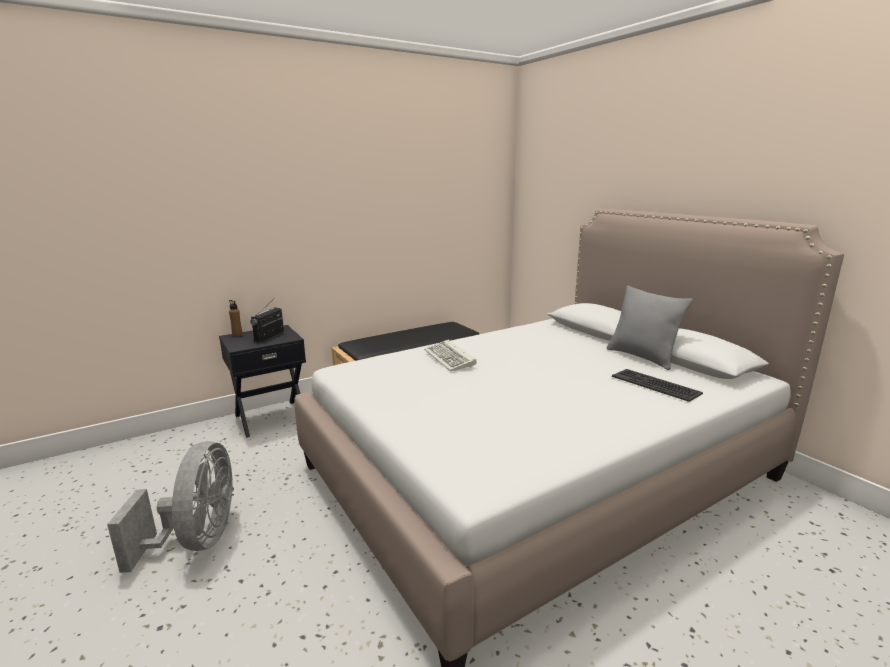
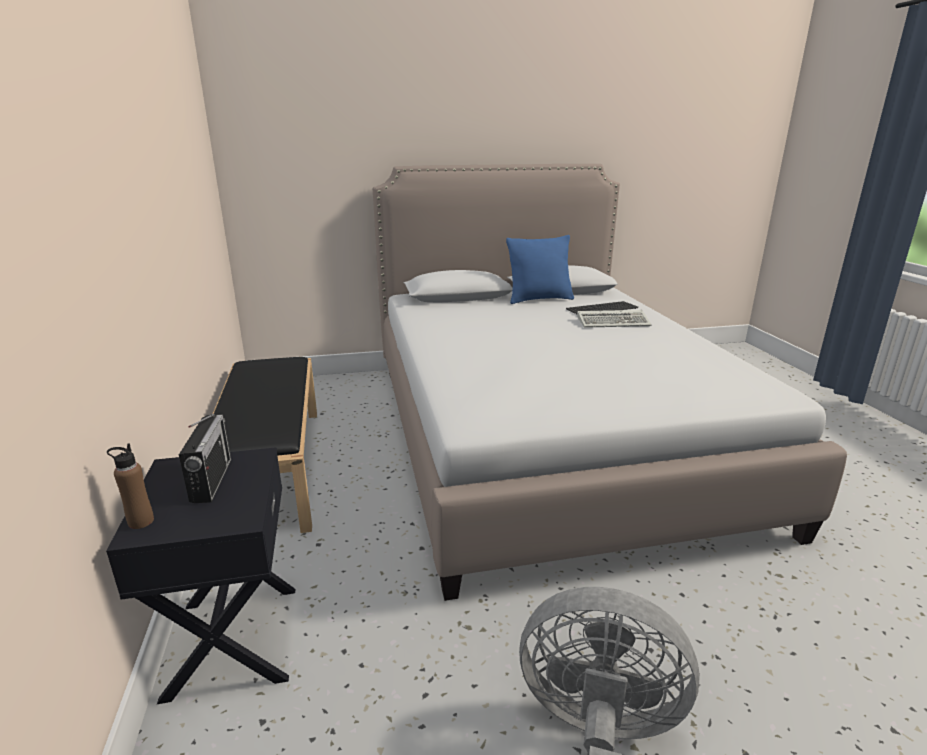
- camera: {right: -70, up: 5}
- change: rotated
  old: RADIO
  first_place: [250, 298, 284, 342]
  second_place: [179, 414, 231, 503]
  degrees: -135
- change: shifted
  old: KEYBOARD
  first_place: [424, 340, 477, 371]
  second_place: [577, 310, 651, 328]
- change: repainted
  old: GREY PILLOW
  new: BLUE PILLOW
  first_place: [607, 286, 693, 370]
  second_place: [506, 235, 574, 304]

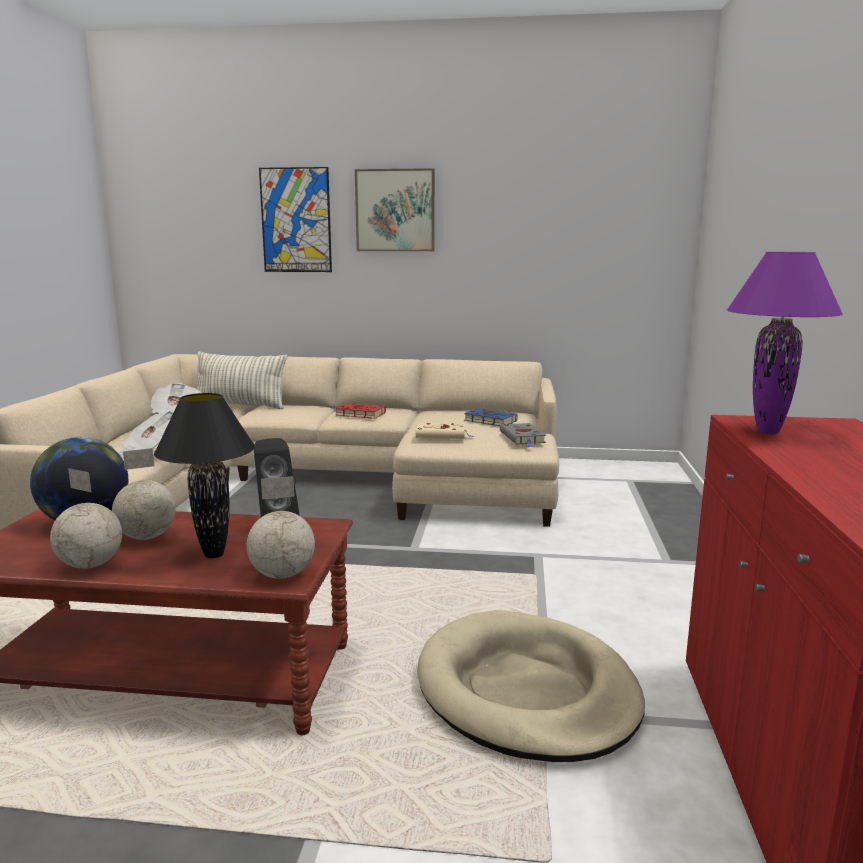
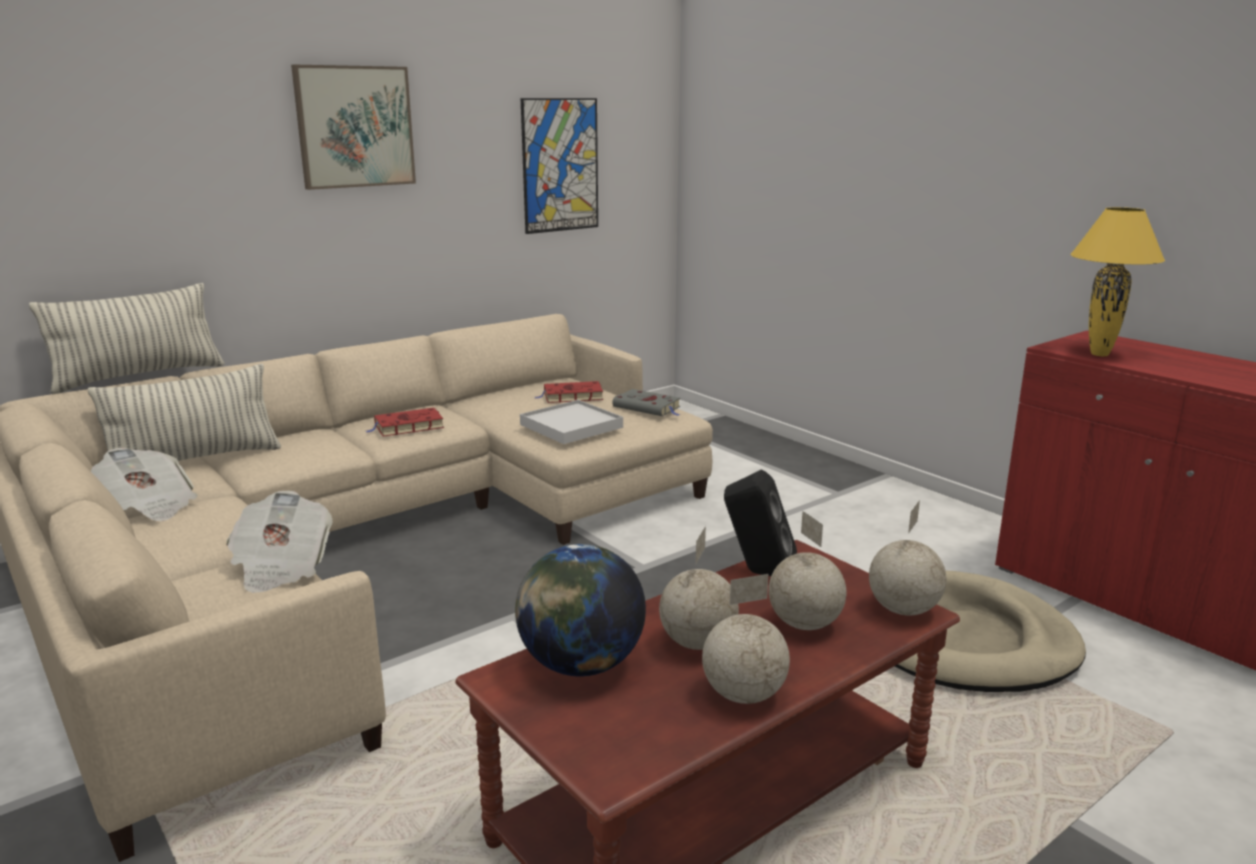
- camera: {right: -45, up: 5}
- change: swapped
  old: BLACK TABLE LAMP
  new: GLOBE
  first_place: [154, 393, 255, 558]
  second_place: [769, 511, 846, 630]
- change: shifted
  old: PICTURE
  first_place: [259, 167, 332, 272]
  second_place: [521, 98, 598, 234]
- change: swapped
  old: BEIGE BOOK
  new: WHITE TRAY
  first_place: [415, 423, 474, 439]
  second_place: [520, 400, 623, 444]
- change: repainted
  old: BLUE BOOK
  new: RED BOOK
  first_place: [464, 408, 518, 426]
  second_place: [534, 381, 603, 403]
- change: repainted
  old: PURPLE TABLE LAMP
  new: YELLOW TABLE LAMP
  first_place: [727, 252, 843, 434]
  second_place: [1070, 207, 1165, 356]
- change: new
  new: PILLOW
  second_place: [29, 283, 225, 394]

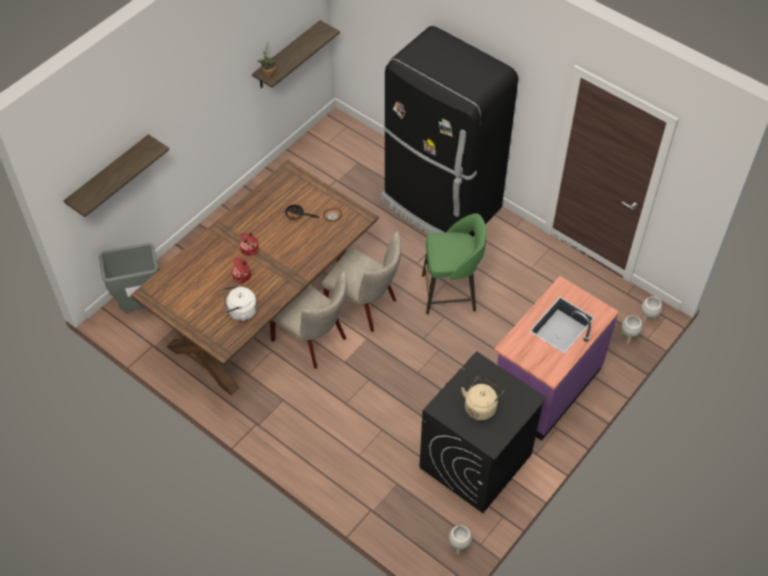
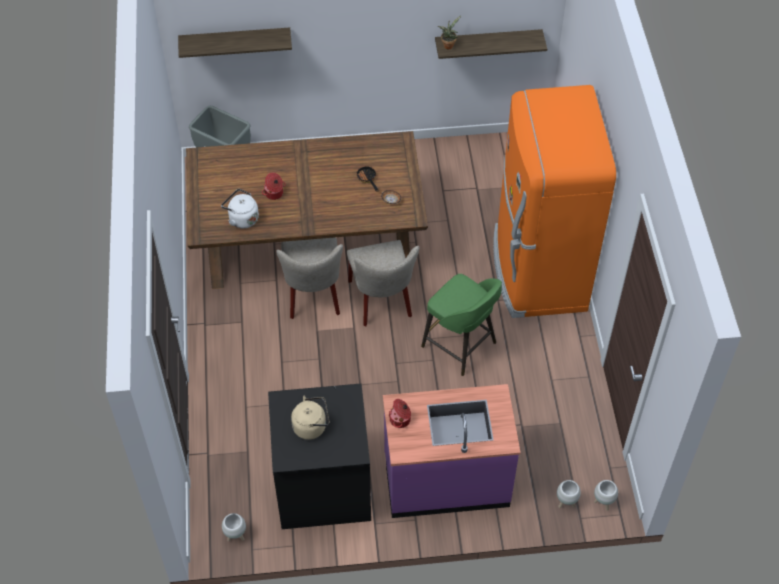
- camera: {right: 45, up: 0}
- change: shifted
  old: COOKING POT
  first_place: [240, 233, 259, 256]
  second_place: [389, 399, 411, 428]
- change: repainted
  old: BLACK FRIDGE
  new: ORANGE FRIDGE
  first_place: [381, 26, 518, 237]
  second_place: [493, 85, 616, 318]

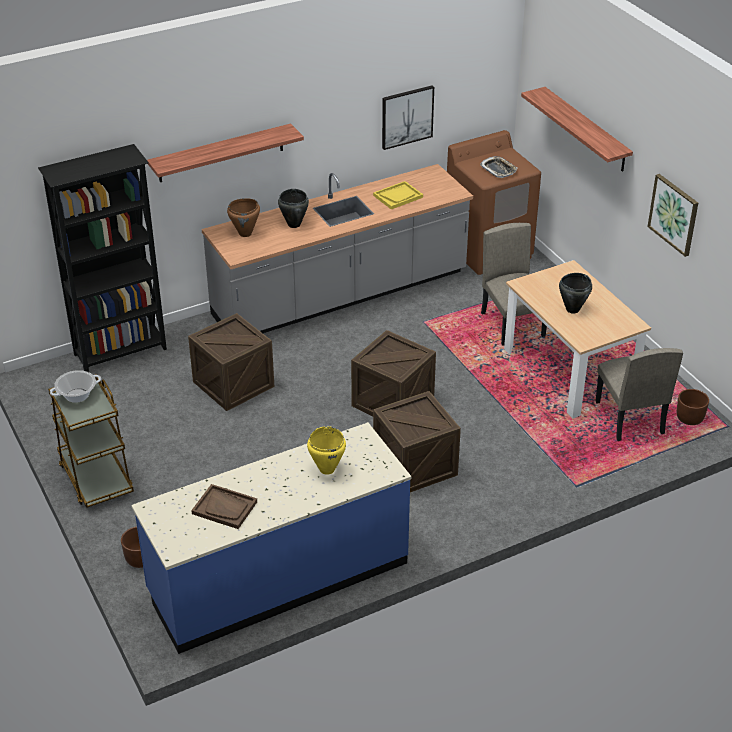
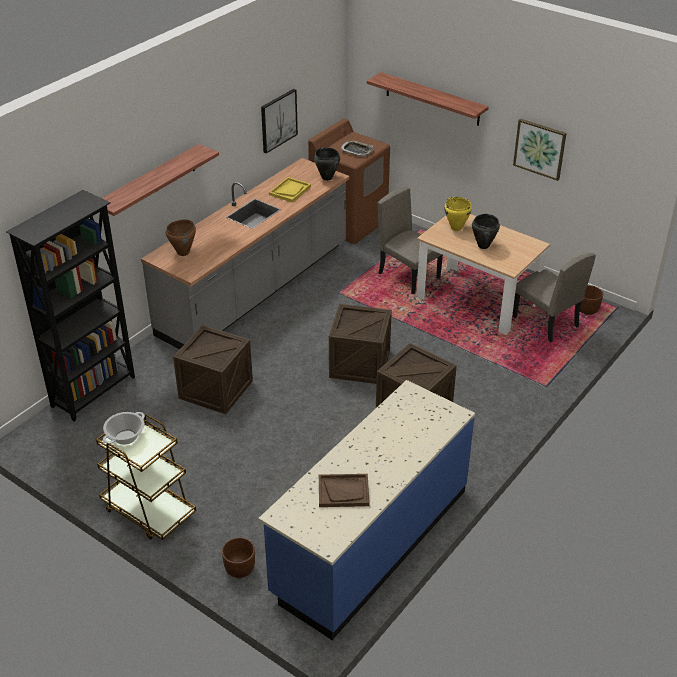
- camera: {right: -25, up: 0}
- change: shifted
  old: BLACK COOKING POT
  first_place: [278, 189, 309, 228]
  second_place: [314, 147, 340, 181]
- change: shifted
  old: YELLOW COOKING POT
  first_place: [307, 426, 346, 475]
  second_place: [444, 197, 472, 231]

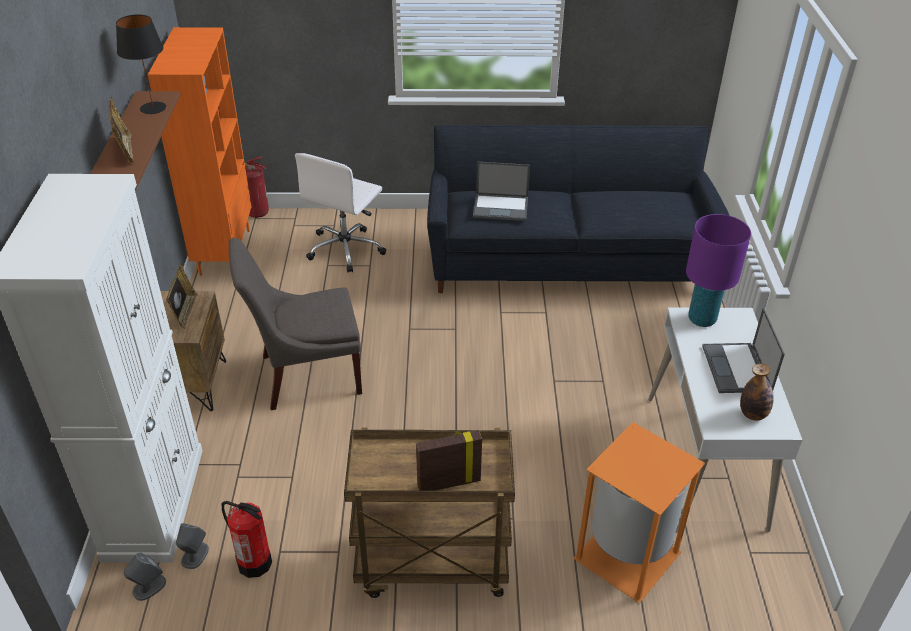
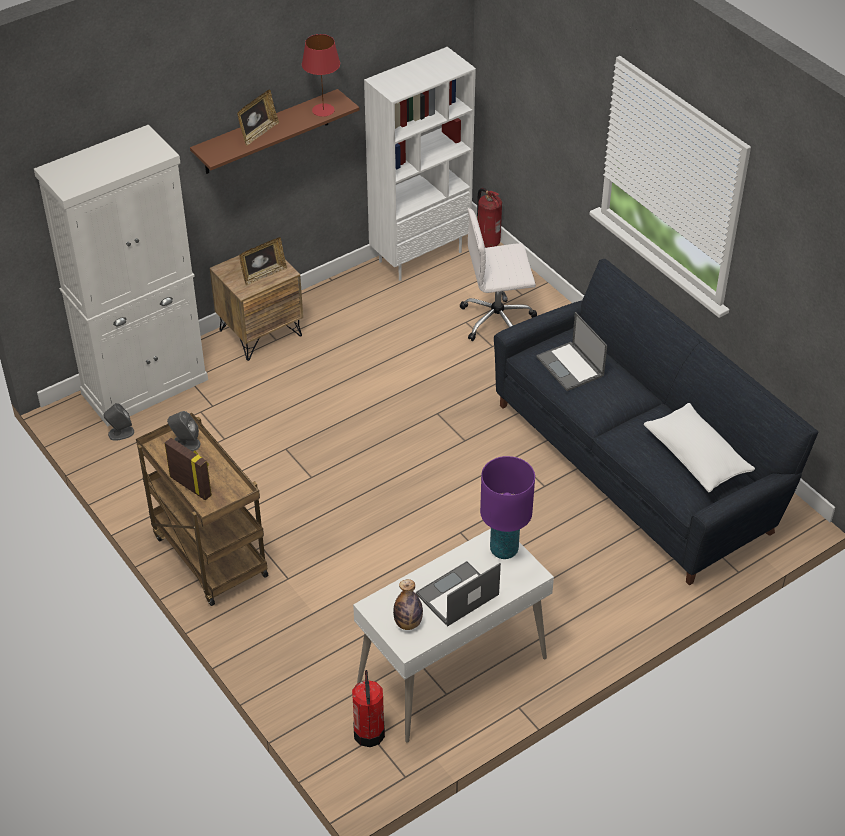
- camera: {right: 55, up: 5}
- change: repainted
  old: BLACK TABLE LAMP
  new: RED TABLE LAMP
  first_place: [116, 15, 166, 114]
  second_place: [302, 34, 340, 117]
- change: shifted
  old: GREY SPEAKER
  first_place: [124, 553, 166, 601]
  second_place: [167, 411, 200, 452]
- change: repainted
  old: ORANGE BOOKCASE
  new: WHITE BOOKCASE
  first_place: [148, 27, 252, 276]
  second_place: [364, 47, 476, 281]
- change: shifted
  old: FIRE EXTINGUISHER
  first_place: [222, 501, 272, 578]
  second_place: [352, 670, 385, 747]
- change: gone
  old: GREY CHAIR
  first_place: [229, 238, 362, 410]
- change: gone
  old: ORANGE TRASH CAN
  first_place: [573, 422, 705, 603]
- change: new
  new: WHITE PILLOW
  second_place: [644, 403, 755, 492]

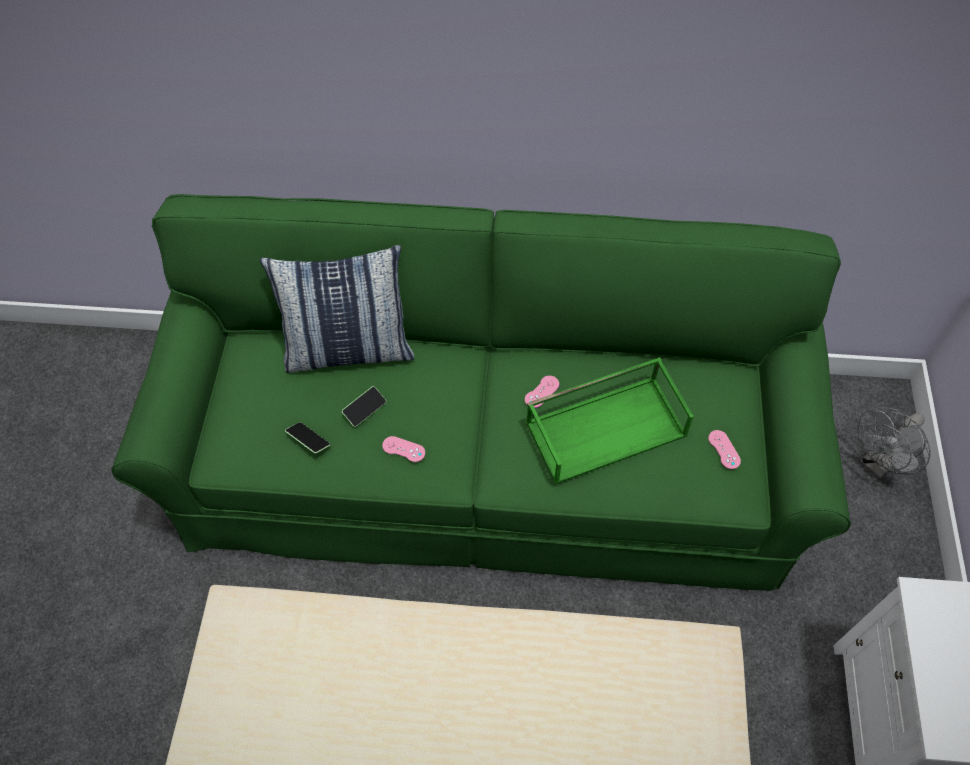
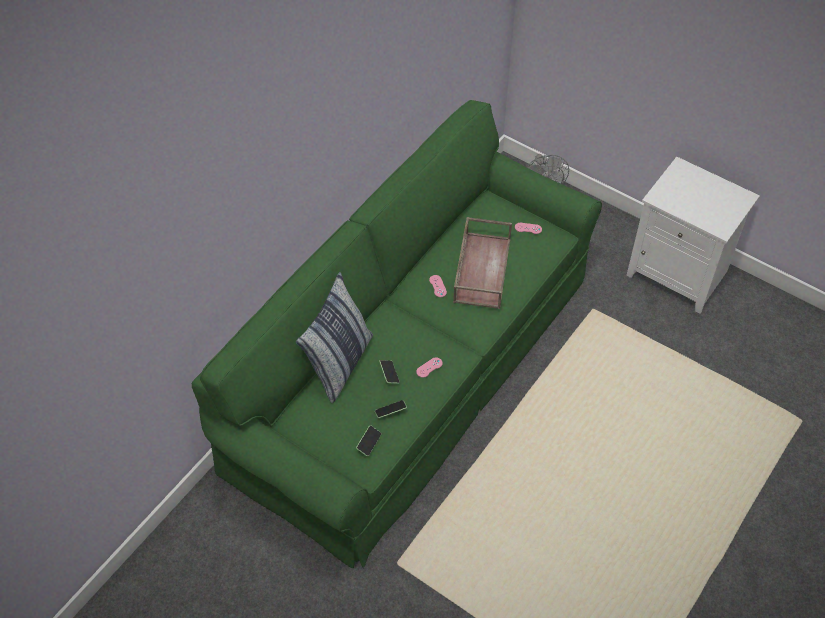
- camera: {right: -60, up: -5}
- change: repainted
  old: GREEN TRAY
  new: BROWN TRAY
  first_place: [526, 357, 694, 484]
  second_place: [453, 217, 512, 309]
- change: new
  new: PHONE
  second_place: [356, 425, 382, 456]

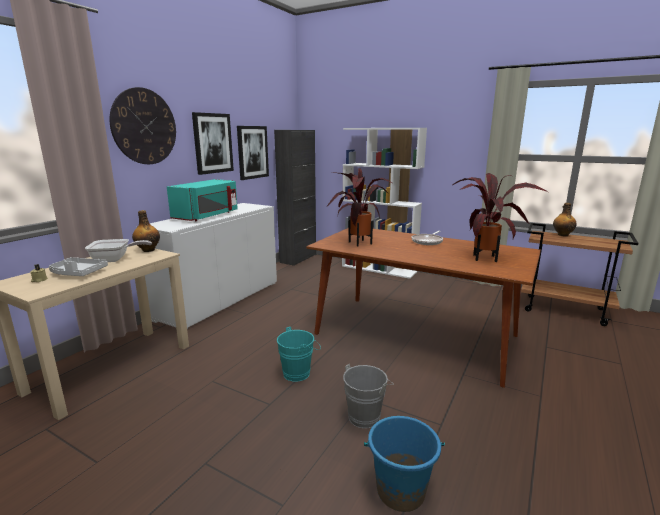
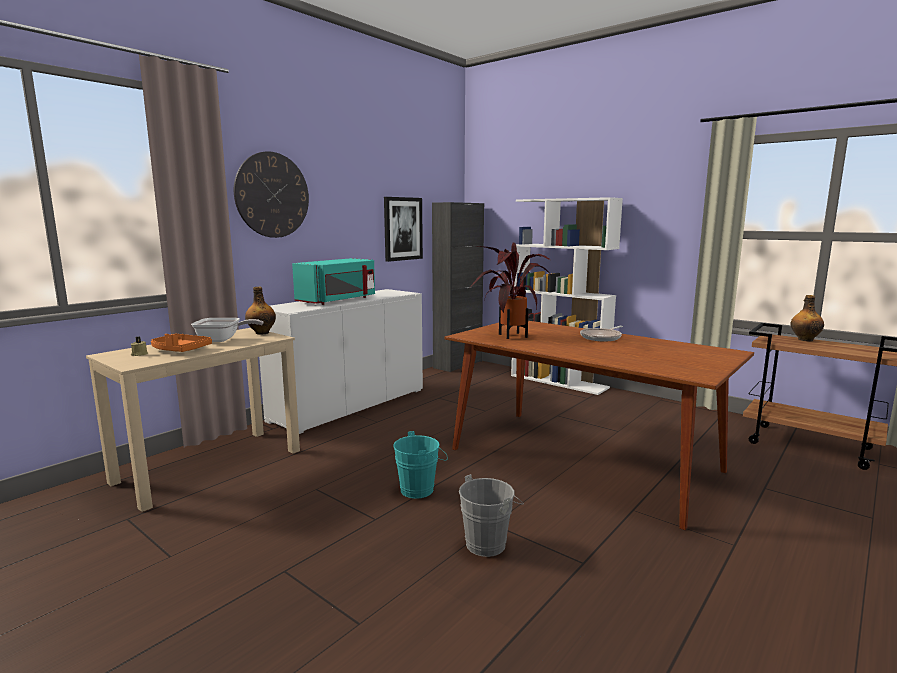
- camera: {right: 10, up: -5}
- change: repainted
  old: GREY TRAY
  new: ORANGE TRAY
  first_place: [49, 257, 108, 276]
  second_place: [151, 334, 212, 352]
- change: gone
  old: PICTURE
  first_place: [192, 112, 234, 175]
- change: gone
  old: BLUE BUCKET
  first_place: [364, 416, 445, 512]
- change: gone
  old: POTTED PLANT
  first_place: [453, 173, 548, 262]

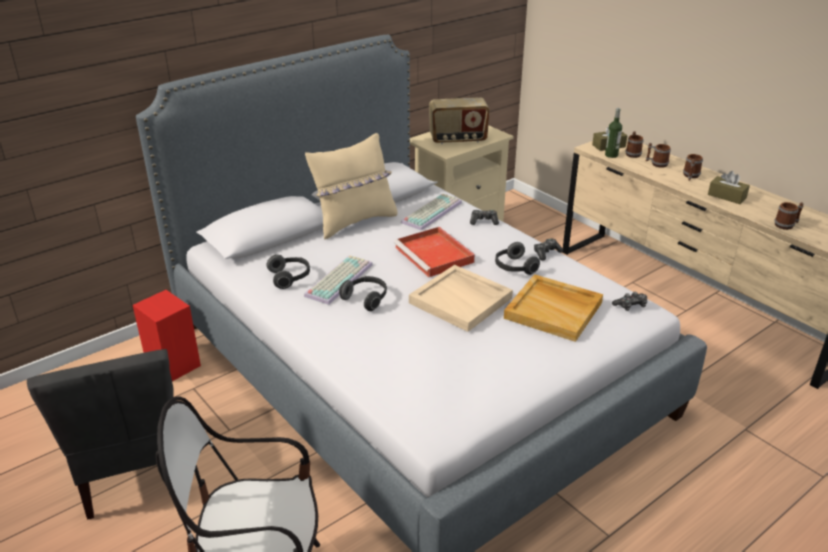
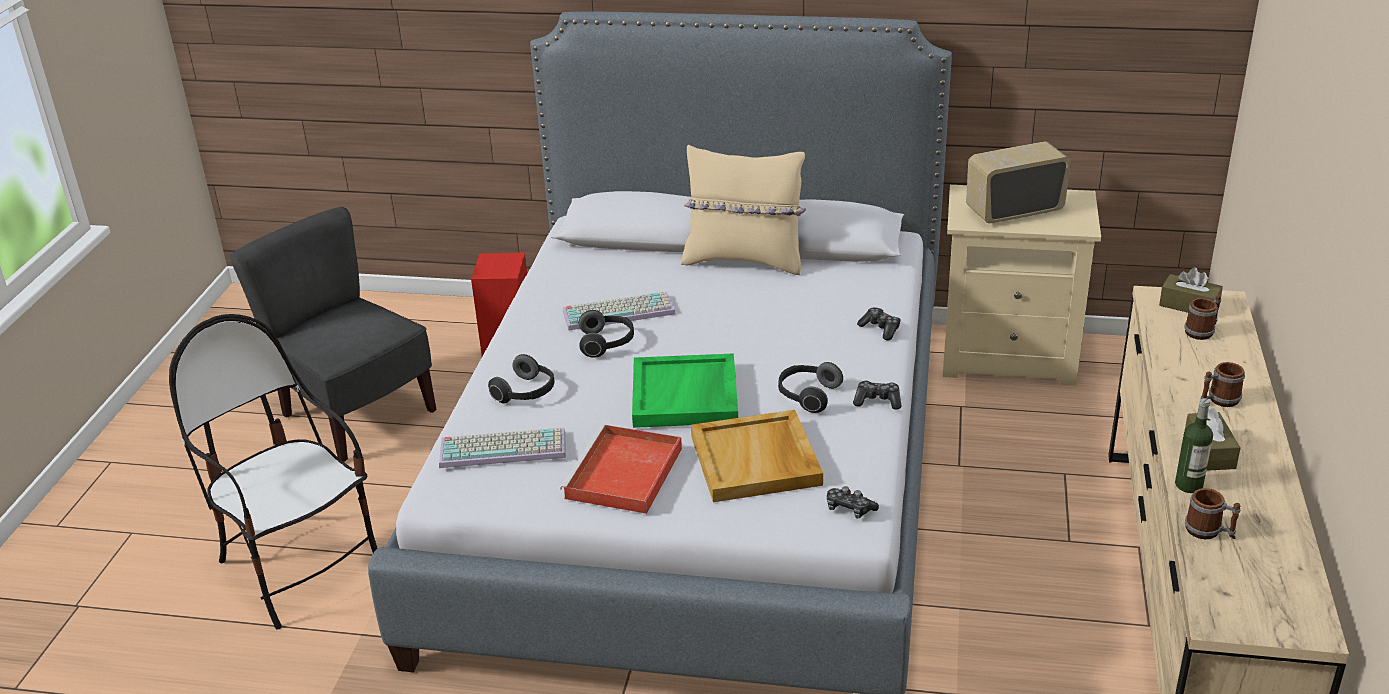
- camera: {right: 50, up: 0}
- change: rotated
  old: GREY CHAIR
  first_place: [27, 349, 174, 520]
  second_place: [229, 207, 437, 462]
  degrees: 105
- change: shifted
  old: HEADPHONES
  first_place: [267, 255, 310, 289]
  second_place: [488, 354, 555, 404]
- change: shifted
  old: RED TRAY
  first_place: [394, 227, 475, 277]
  second_place: [560, 424, 682, 514]
- change: shifted
  old: KEYBOARD
  first_place: [401, 194, 462, 231]
  second_place: [439, 428, 566, 468]
- change: repainted
  old: BEIGE TRAY
  new: GREEN TRAY
  first_place: [409, 265, 513, 332]
  second_place: [632, 353, 738, 428]
- change: rotated
  old: RADIO
  first_place: [429, 97, 490, 144]
  second_place: [966, 141, 1071, 223]
  degrees: 120
- change: shifted
  old: BOTTLE
  first_place: [605, 108, 622, 158]
  second_place: [1175, 398, 1213, 493]
- change: gone
  old: MUG
  first_place: [645, 143, 671, 168]

